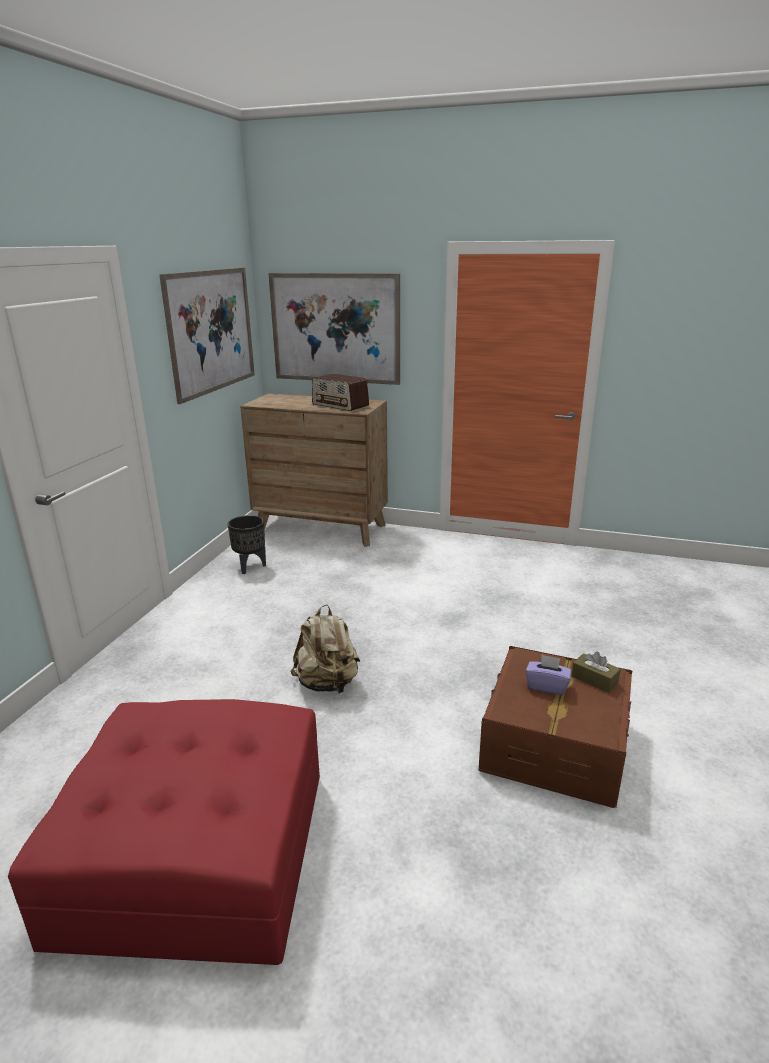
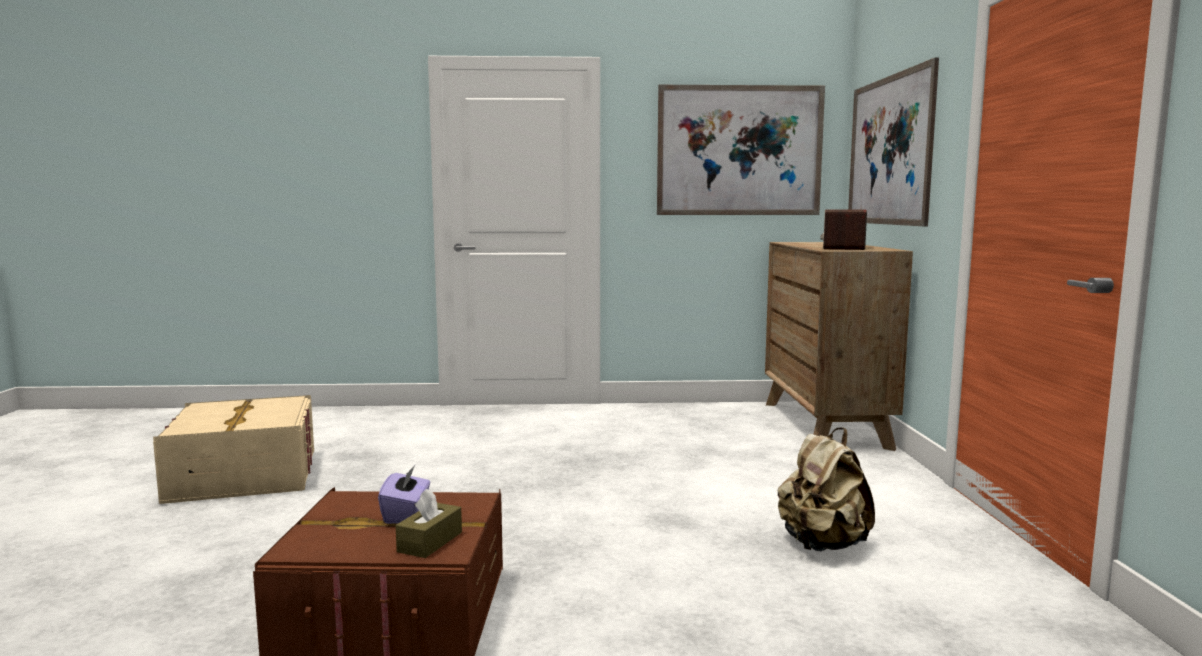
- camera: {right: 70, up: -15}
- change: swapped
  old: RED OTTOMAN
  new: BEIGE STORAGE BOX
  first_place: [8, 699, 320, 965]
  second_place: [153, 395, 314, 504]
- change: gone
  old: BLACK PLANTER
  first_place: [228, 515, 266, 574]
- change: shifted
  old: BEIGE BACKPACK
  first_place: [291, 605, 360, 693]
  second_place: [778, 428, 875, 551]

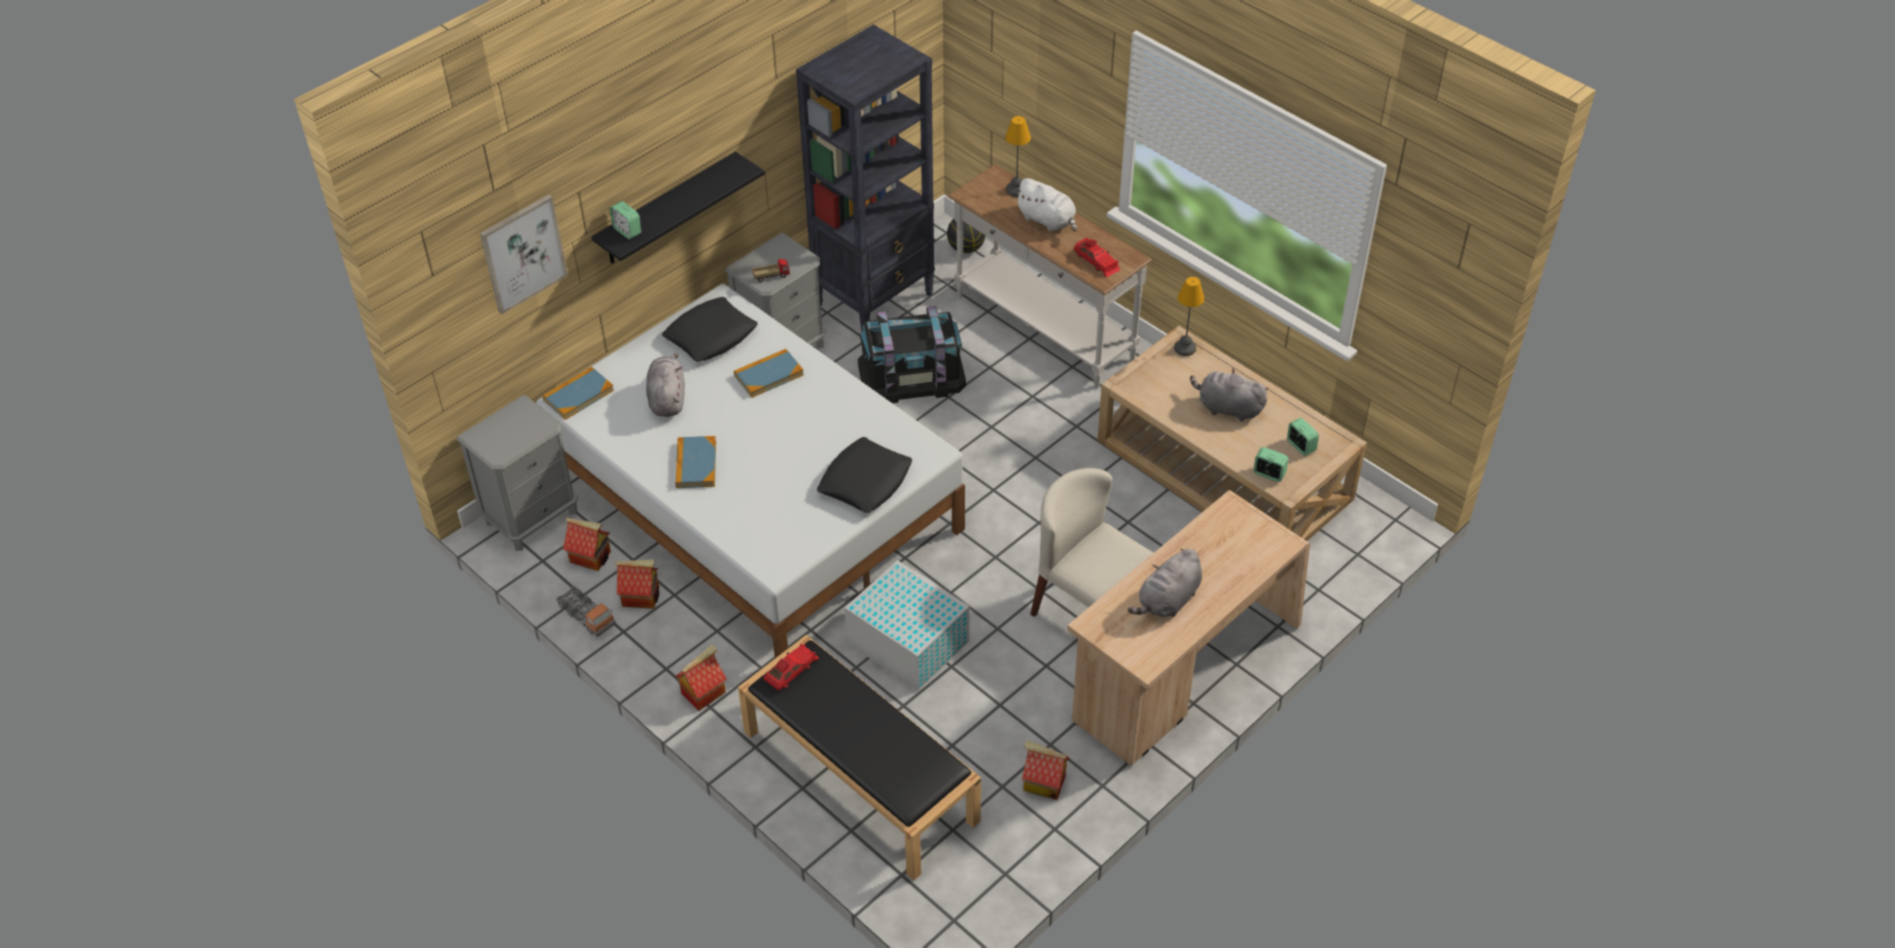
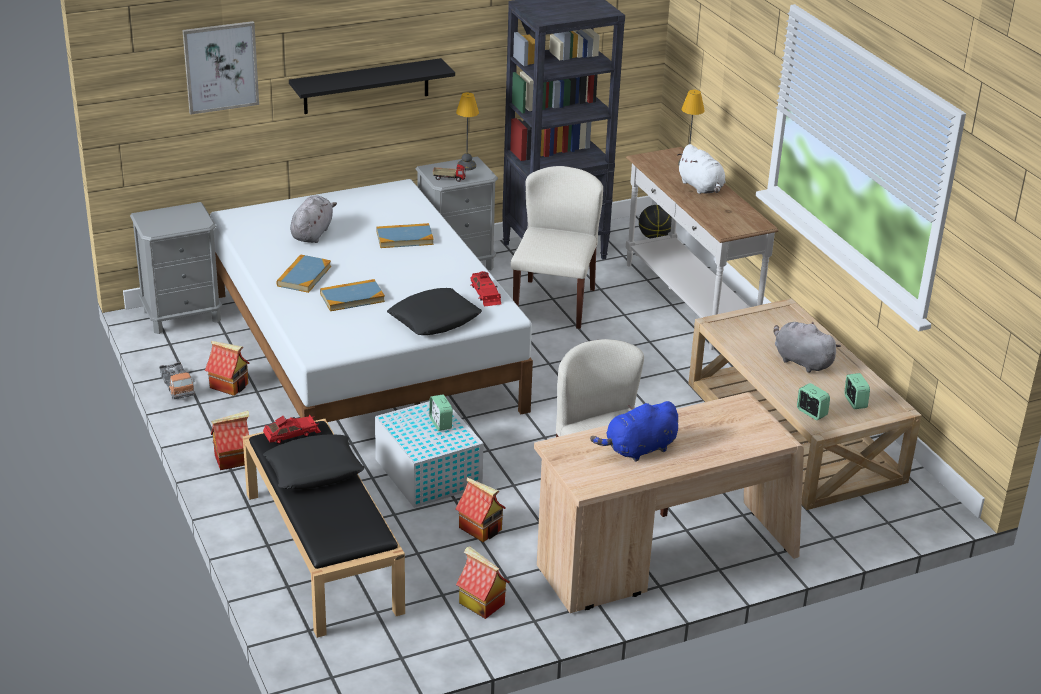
- camera: {right: 20, up: -15}
- change: shifted
  old: BOOK
  first_place: [543, 366, 614, 420]
  second_place: [320, 279, 385, 311]
- change: shifted
  old: TOY HOUSE
  first_place: [563, 518, 611, 571]
  second_place: [455, 477, 506, 542]
- change: shifted
  old: ALARM CLOCK
  first_place: [610, 201, 641, 239]
  second_place: [429, 394, 453, 431]
- change: shifted
  old: BLACK PILLOW
  first_place: [662, 297, 758, 362]
  second_place: [263, 435, 364, 489]
- change: swapped
  old: BLACK STORAGE BOX
  new: BEIGE CHAIR
  first_place: [858, 306, 966, 403]
  second_place: [511, 166, 603, 329]
- change: shifted
  old: RED TOY CAR
  first_place: [1074, 237, 1120, 277]
  second_place: [471, 271, 501, 307]
- change: repainted
  old: GREY PLUSH TOY
  new: BLUE PLUSH TOY
  first_place: [1128, 549, 1202, 617]
  second_place: [590, 401, 678, 462]
- change: shifted
  old: TABLE LAMP
  first_place: [1174, 277, 1204, 356]
  second_place: [456, 92, 479, 171]

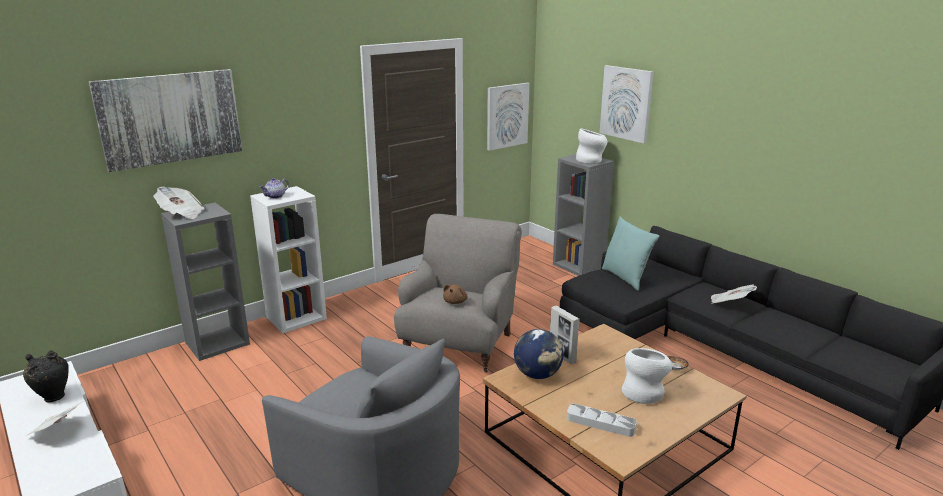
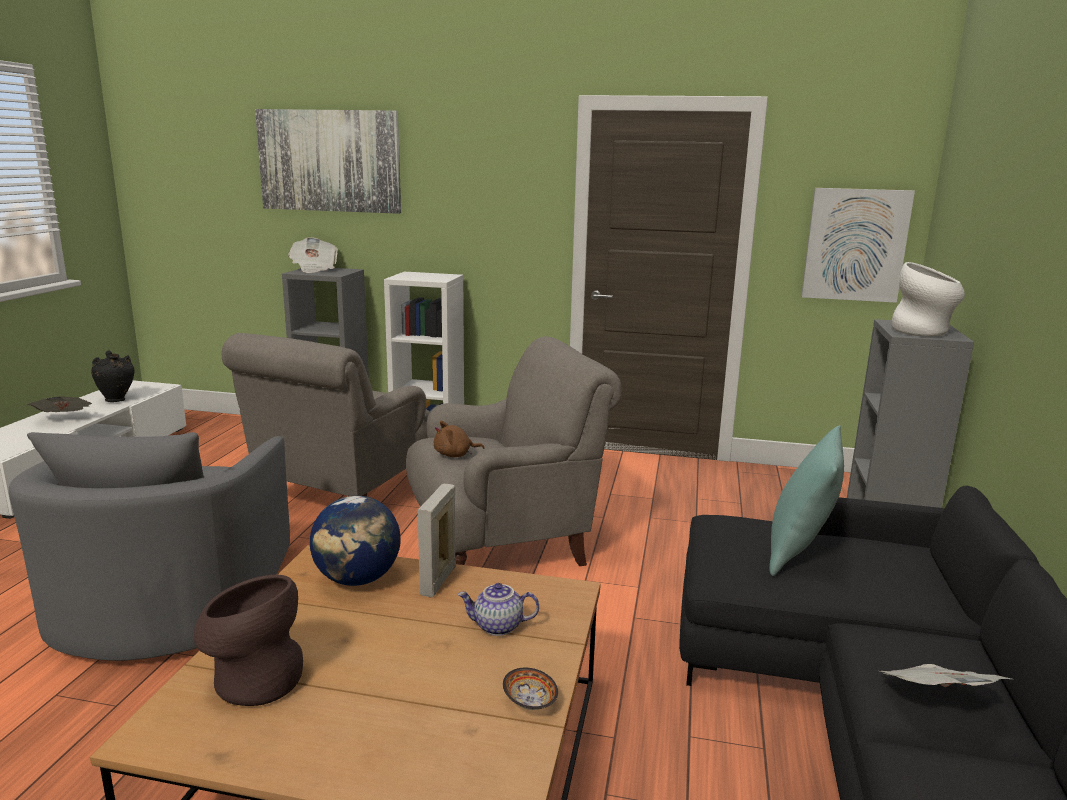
- camera: {right: 50, up: -5}
- change: shifted
  old: TEAPOT
  first_place: [259, 178, 289, 199]
  second_place: [457, 583, 539, 636]
- change: swapped
  old: GREY TRAY
  new: BROWN VASE
  first_place: [567, 404, 637, 437]
  second_place: [194, 575, 303, 706]
- change: gone
  old: PICTURE
  first_place: [600, 65, 653, 143]
- change: gone
  old: WHITE VASE
  first_place: [622, 348, 672, 404]
- change: new
  new: GREY ARMCHAIR
  second_place: [222, 333, 430, 497]

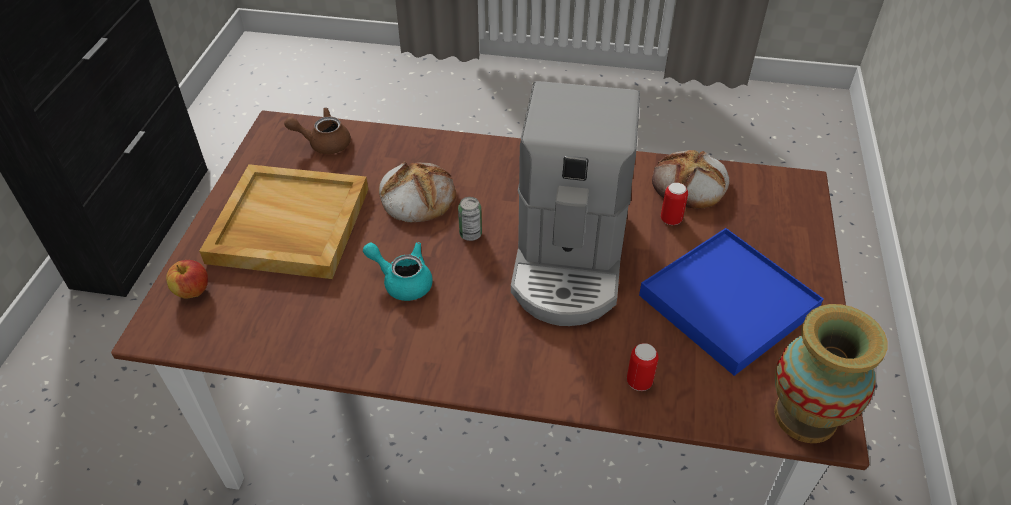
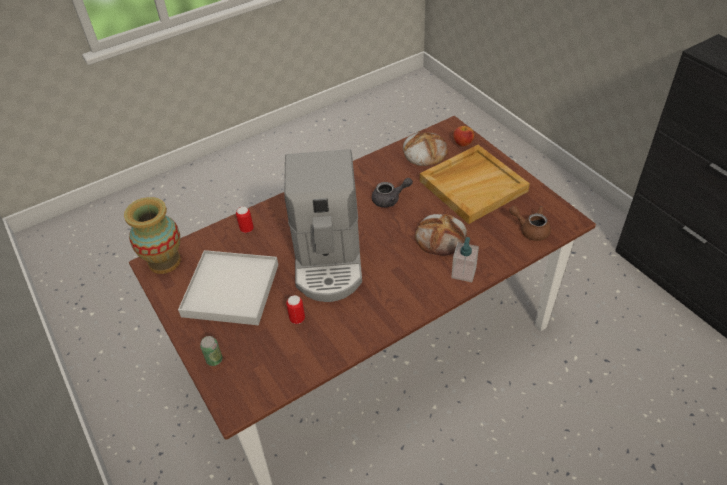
- camera: {right: 140, up: 0}
- change: rotated
  old: BROWN TEAPOT
  first_place: [284, 107, 351, 154]
  second_place: [509, 206, 551, 241]
  degrees: -105
- change: repainted
  old: TURQUOISE TEAPOT
  new: GREY TEAPOT
  first_place: [363, 242, 433, 301]
  second_place: [372, 178, 413, 207]
- change: shifted
  old: CAN
  first_place: [458, 197, 482, 241]
  second_place: [200, 336, 223, 366]
- change: rotated
  old: COFFEE MACHINE
  first_place: [511, 81, 640, 326]
  second_place: [284, 149, 362, 302]
  degrees: -150
- change: repainted
  old: BLUE TRAY
  new: WHITE TRAY
  first_place: [639, 228, 823, 376]
  second_place: [178, 250, 278, 325]
- change: shifted
  old: BREAD
  first_place: [652, 150, 730, 209]
  second_place: [403, 131, 448, 166]
- change: new
  new: SOAP DISPENSER
  second_place: [451, 237, 479, 282]

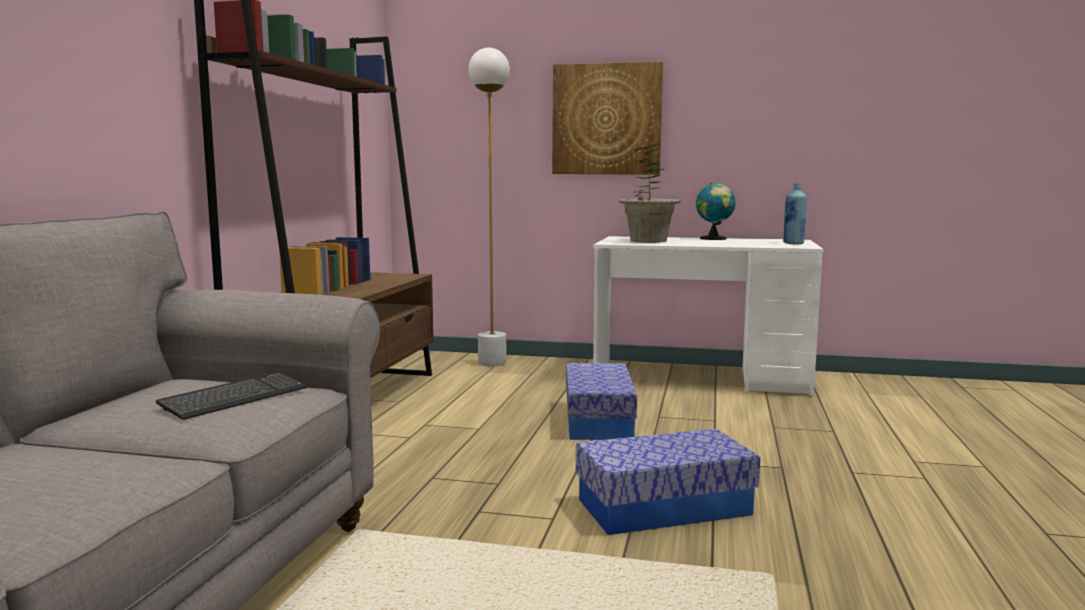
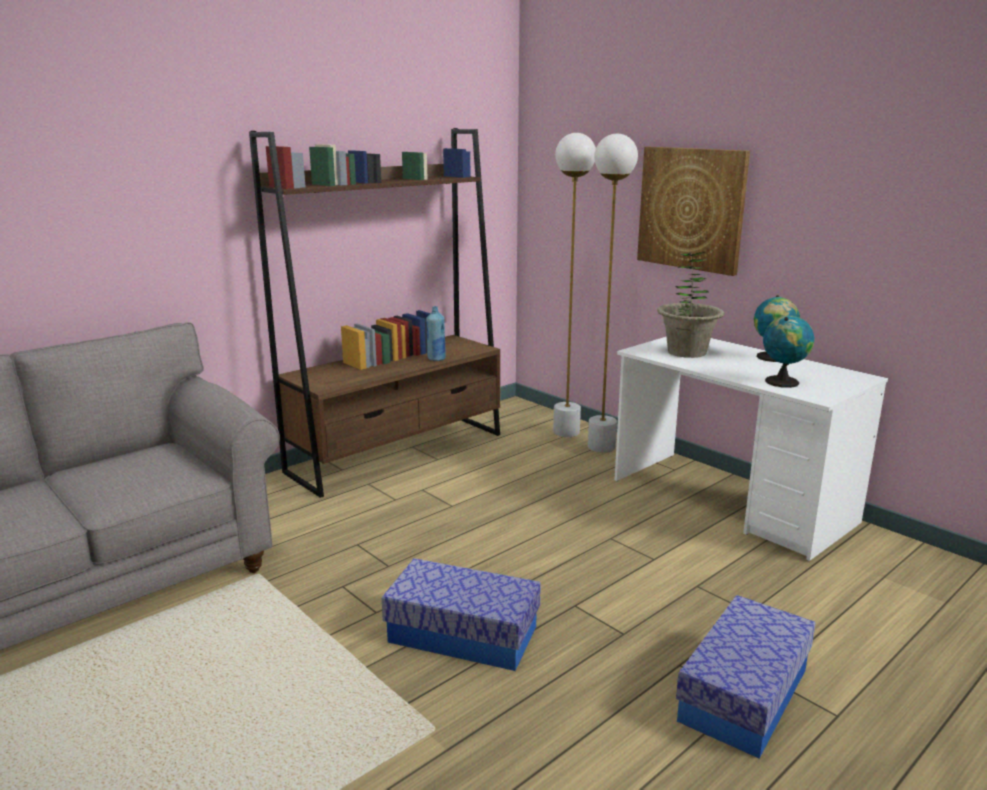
- camera: {right: 35, up: 10}
- change: gone
  old: KEYBOARD
  first_place: [156, 372, 307, 420]
- change: shifted
  old: STORAGE BOX
  first_place: [566, 363, 637, 440]
  second_place: [676, 595, 816, 759]
- change: shifted
  old: BLUE BOTTLE
  first_place: [783, 183, 807, 244]
  second_place: [426, 306, 446, 361]
- change: new
  new: WHITE FLOOR LAMP
  second_place: [588, 134, 638, 453]
- change: new
  new: GLOBE
  second_place: [763, 316, 815, 388]

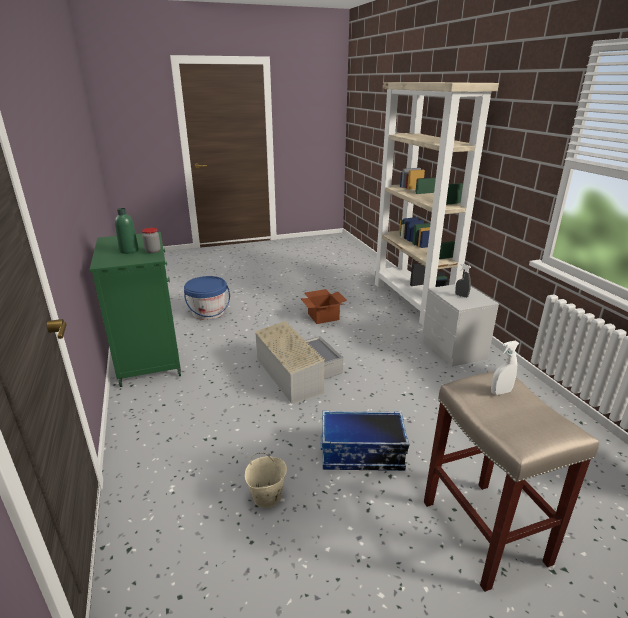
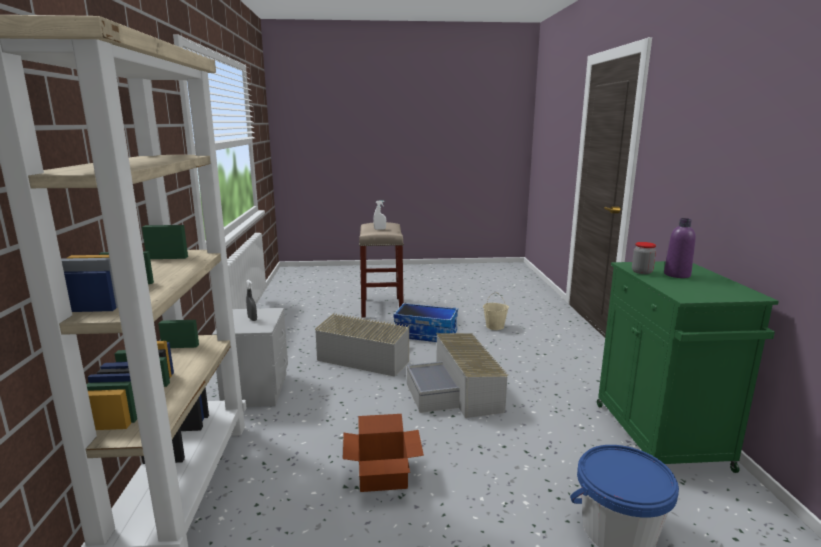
- camera: {right: -165, up: -10}
- change: repainted
  old: GREEN BOTTLE
  new: PURPLE BOTTLE
  first_place: [115, 208, 139, 254]
  second_place: [664, 218, 696, 278]
- change: new
  new: GREY STORAGE BOX
  second_place: [315, 313, 409, 377]

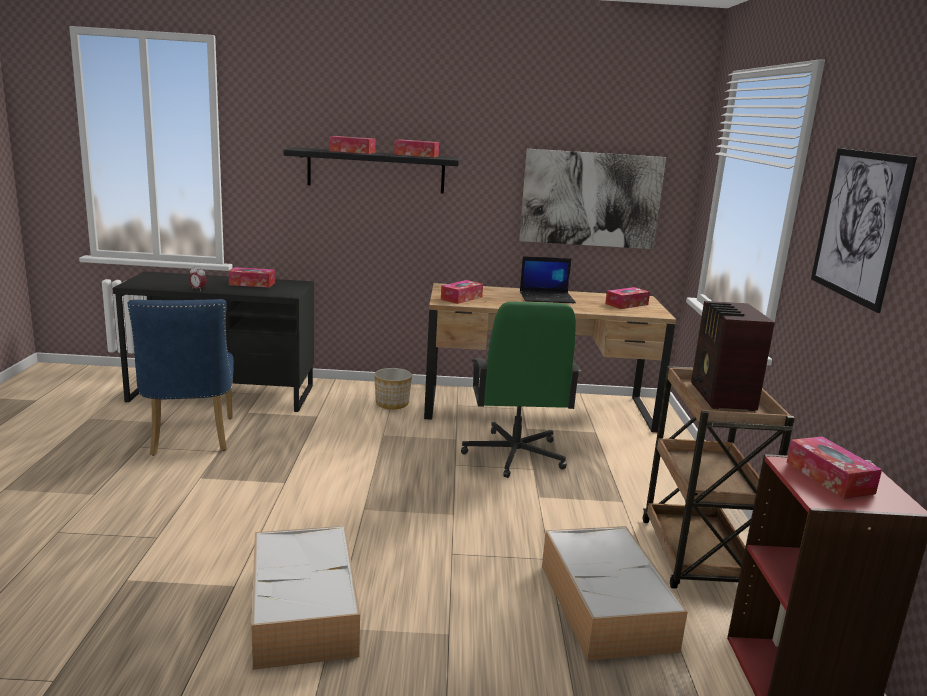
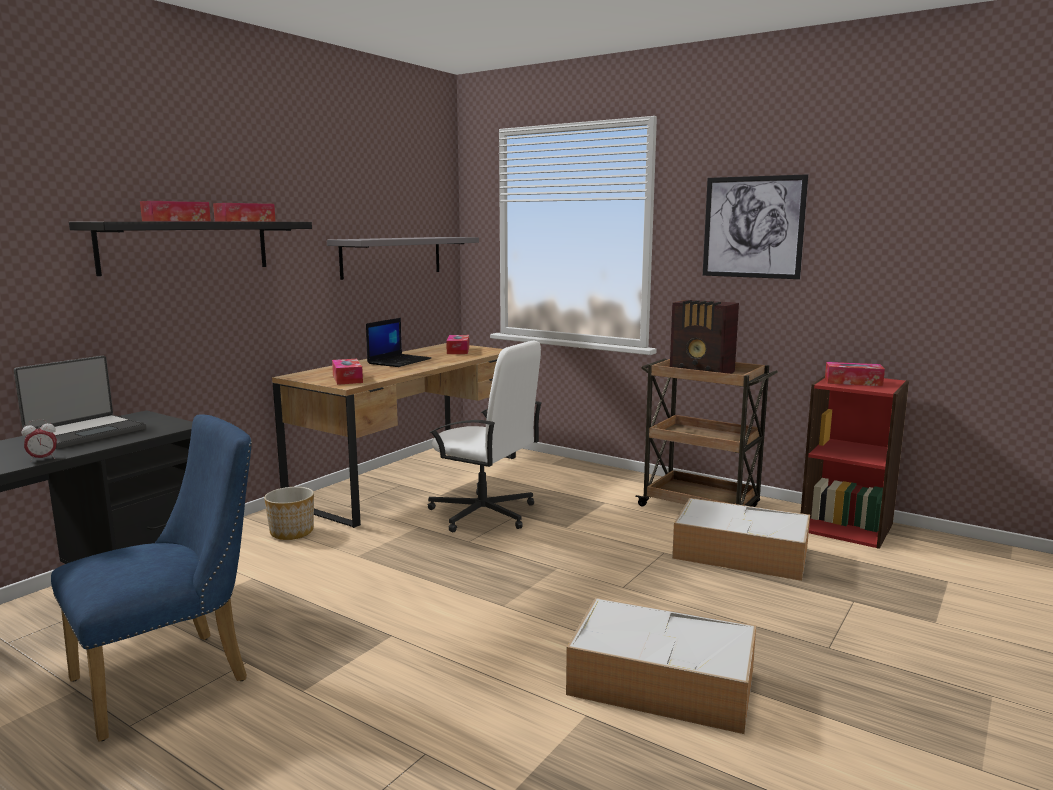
- camera: {right: -55, up: -5}
- change: rotated
  old: BLUE CHAIR
  first_place: [128, 299, 234, 456]
  second_place: [51, 414, 252, 742]
  degrees: -60
- change: swapped
  old: TISSUE BOX
  new: LAPTOP
  first_place: [228, 267, 275, 288]
  second_place: [14, 356, 146, 449]
- change: repainted
  old: GREEN OFFICE CHAIR
  new: WHITE OFFICE CHAIR
  first_place: [461, 302, 581, 478]
  second_place: [428, 341, 542, 532]
- change: swapped
  old: PICTURE
  new: GREY SHELF
  first_place: [519, 149, 666, 249]
  second_place: [327, 237, 479, 280]

